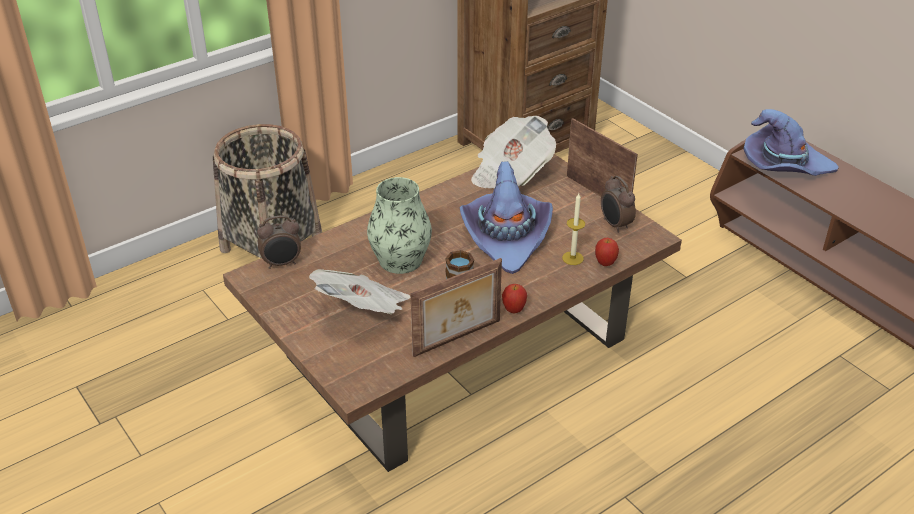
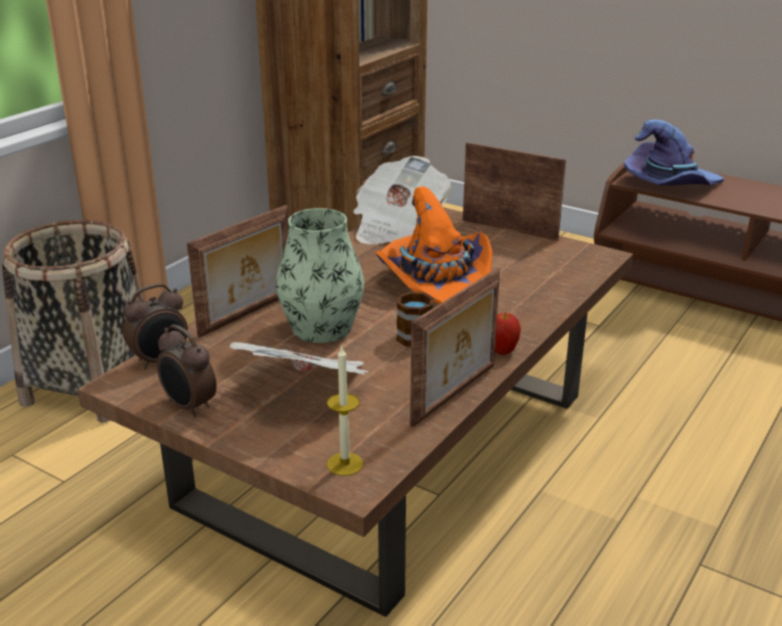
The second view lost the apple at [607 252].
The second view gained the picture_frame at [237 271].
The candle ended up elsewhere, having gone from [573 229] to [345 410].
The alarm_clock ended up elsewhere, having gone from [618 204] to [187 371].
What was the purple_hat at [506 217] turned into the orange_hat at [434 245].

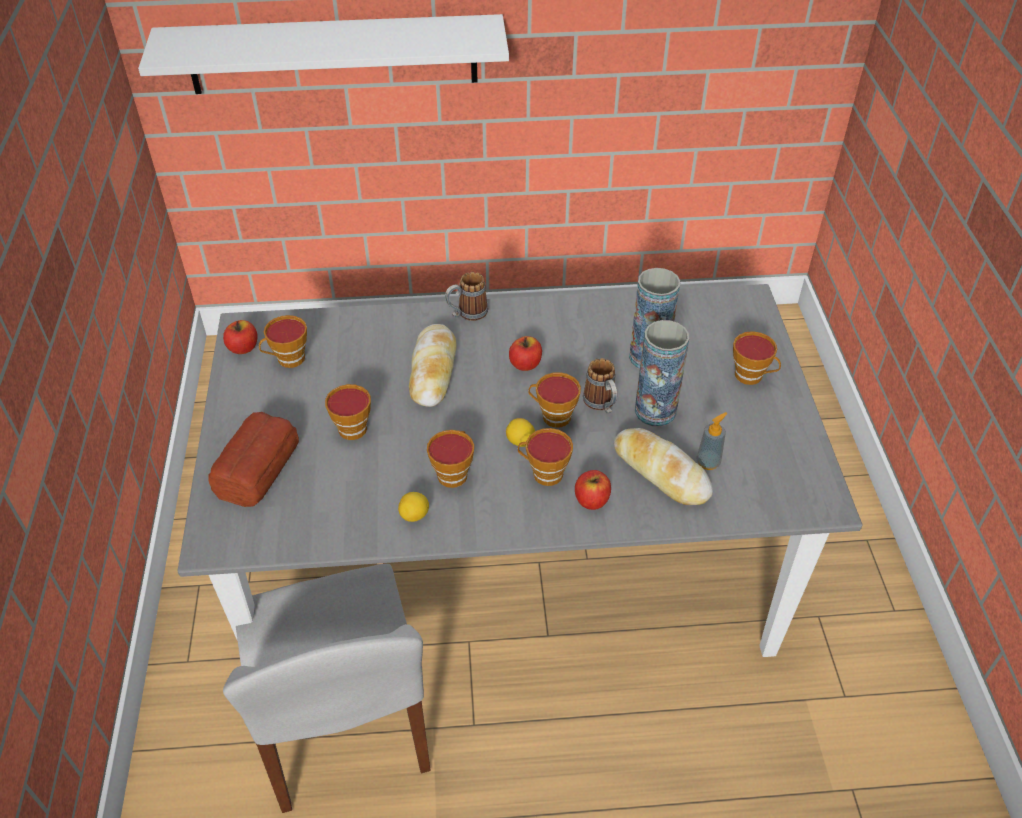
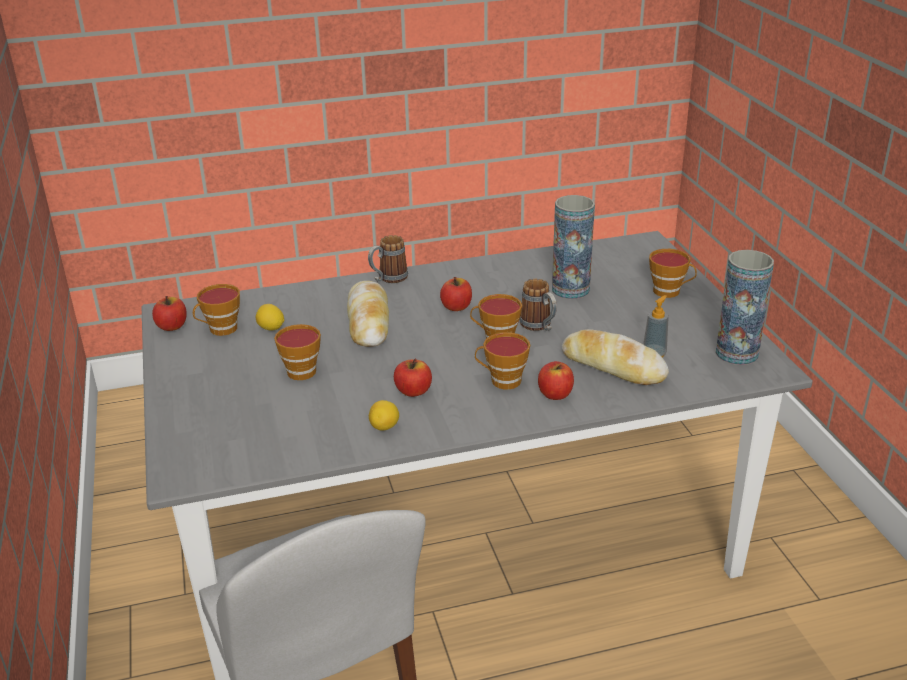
The second view lost the white_shelf at [323 54].
The second view lost the bread at [253 459].
The lemon ended up elsewhere, having gone from [520 432] to [270 317].
The vase ended up elsewhere, having gone from [662 373] to [745 307].
Where the cup stood at [450 459], the apple came to stand at [413 378].

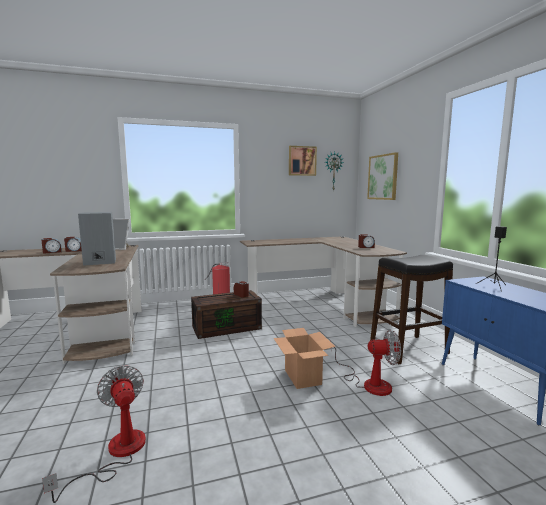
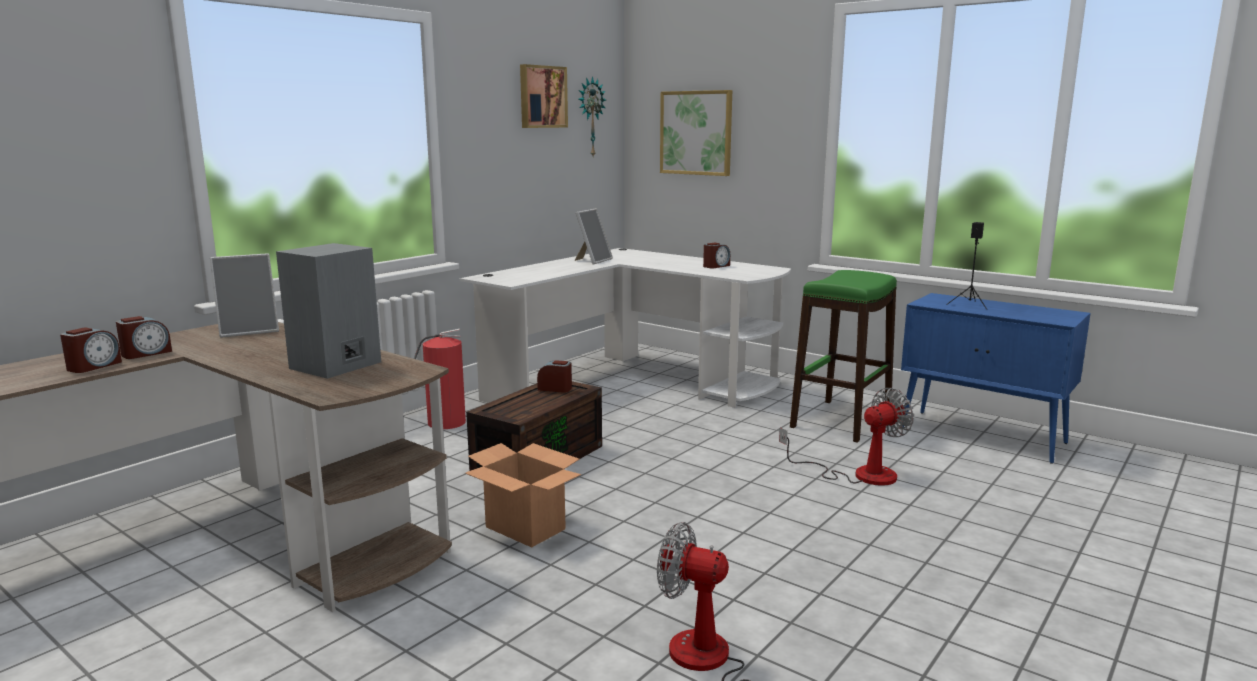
The second view gained the picture_frame at [594 236].
The cardboard_box ended up elsewhere, having gone from [304 358] to [523 495].
What was the brown_desk at [323 281] turned into the white_desk at [625 328].
What was the black_stool at [411 309] turned into the green_stool at [843 356].

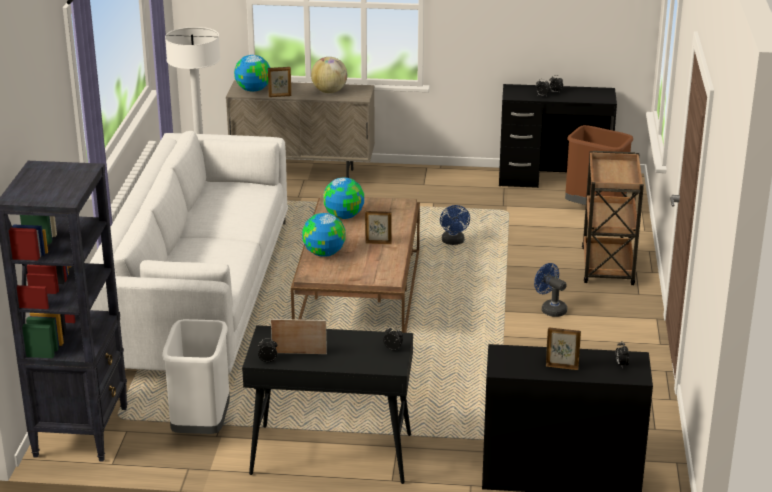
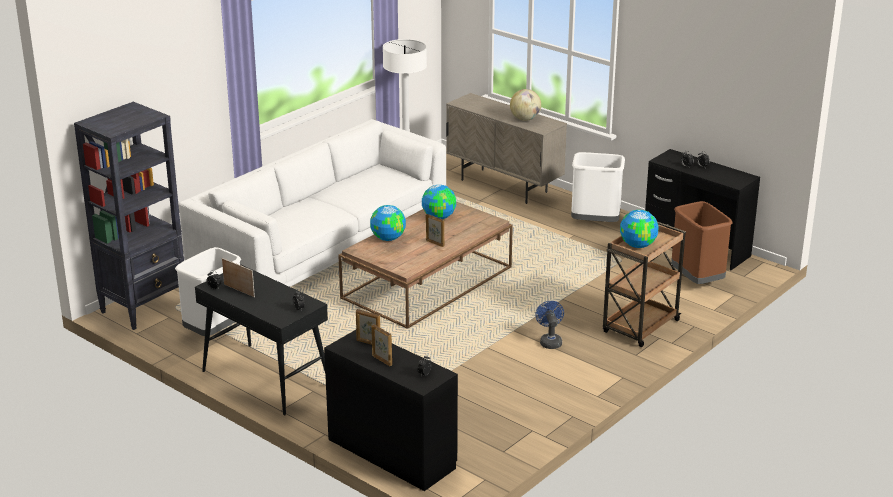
The second view lost the blue_fan at [455 225].
The second view gained the white_trash_can at [598 187].
The globe ended up elsewhere, having gone from [252 73] to [639 229].
The picture_frame ended up elsewhere, having gone from [279 82] to [368 327].

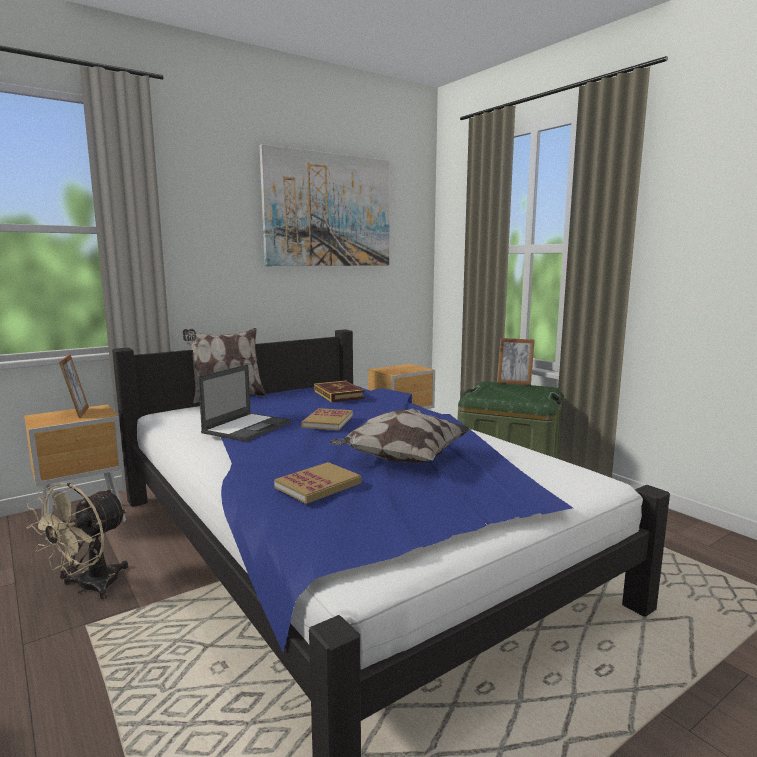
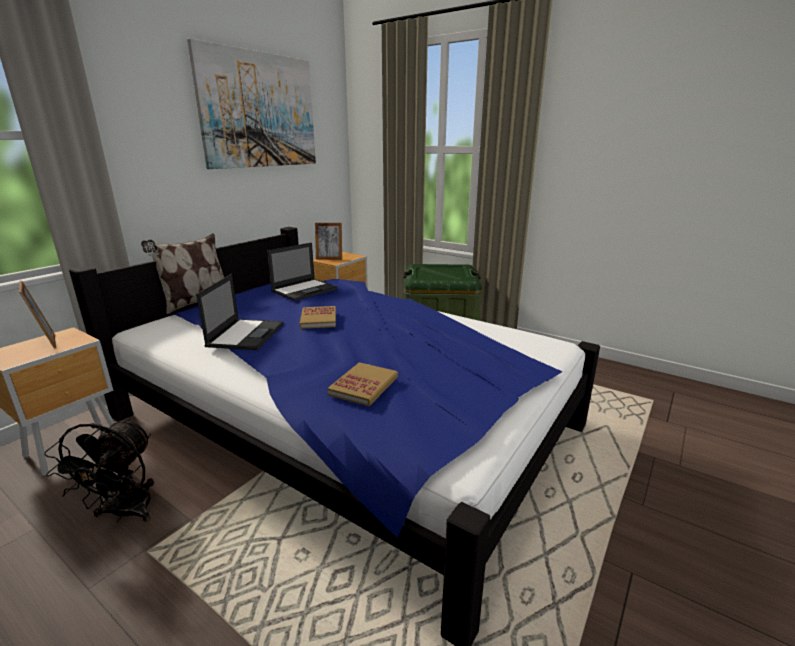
The second view lost the pillow at [399 436].
The picture_frame ended up elsewhere, having gone from [516 362] to [328 241].
Where the book stood at [339 391], the laptop came to stand at [302 271].
What was the beige_fan at [77 541] turned into the black_fan at [99 470].

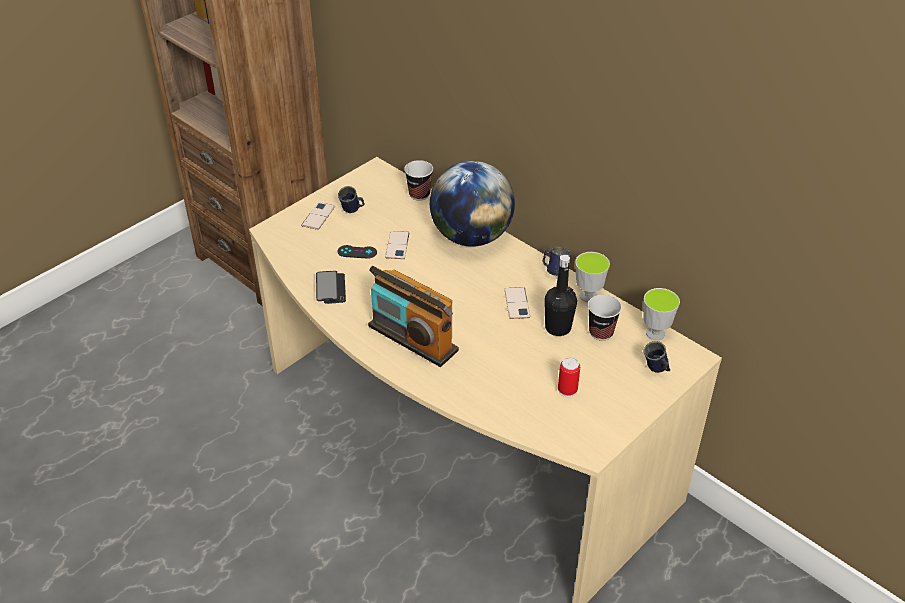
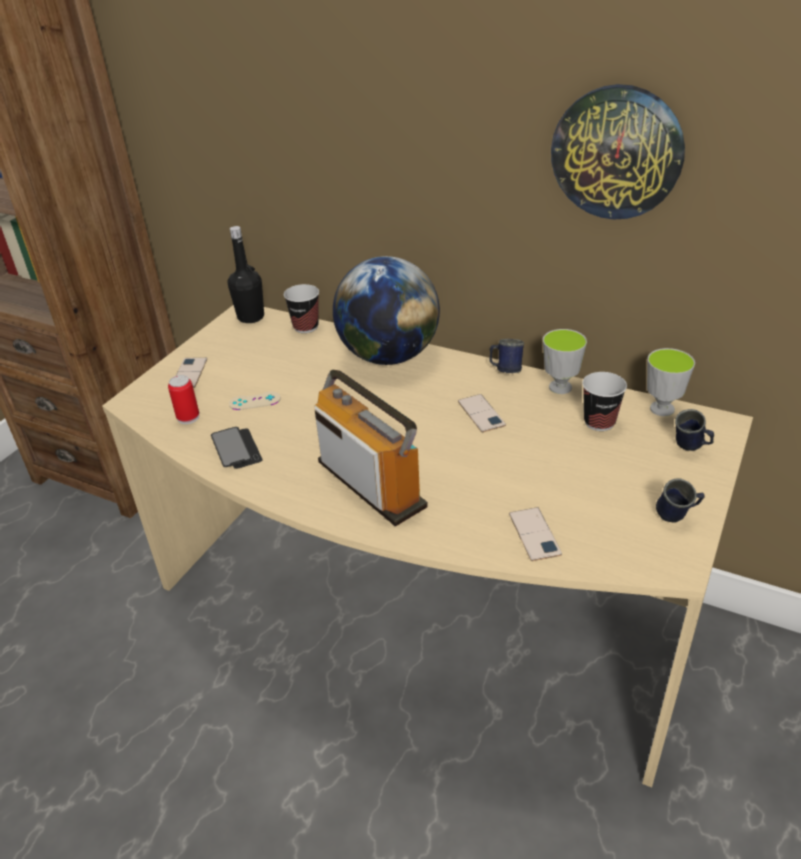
The second view gained the wall_clock at [618 151].
The blue_mug ended up elsewhere, having gone from [351 199] to [680 500].
The phone ended up elsewhere, having gone from [397 245] to [535 534].
The black_bottle ended up elsewhere, having gone from [560 295] to [246 274].
The can ended up elsewhere, having gone from [569 377] to [183 399].
What was the black_game_controller at [357 252] turned into the beige_game_controller at [255 400].
The radio at [413 316] ended up facing another way, 150 degrees counterclockwise from before.

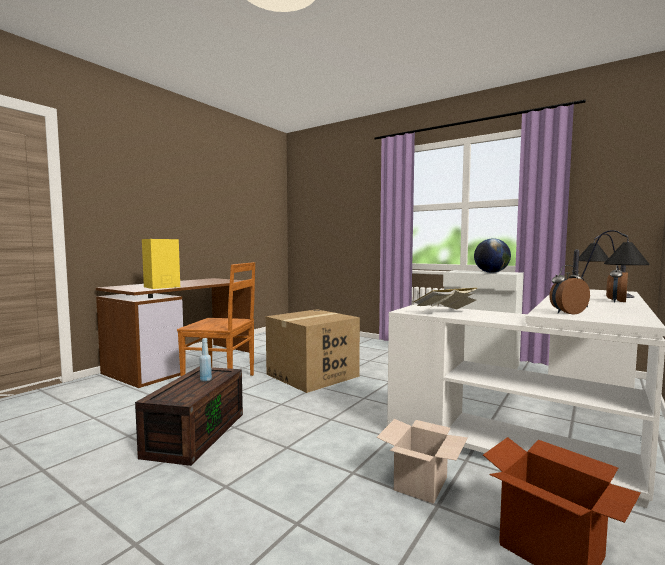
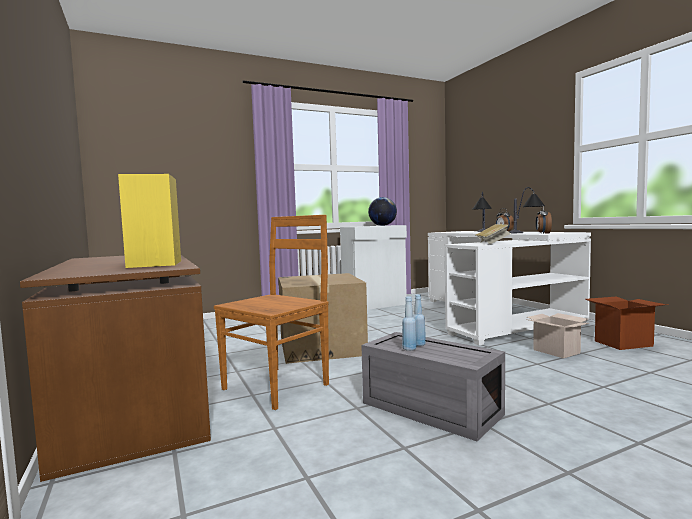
The second view gained the blue_bottle at [409 324].
What was the brown_storage_box at [189 416] turned into the grey_storage_box at [433 386].

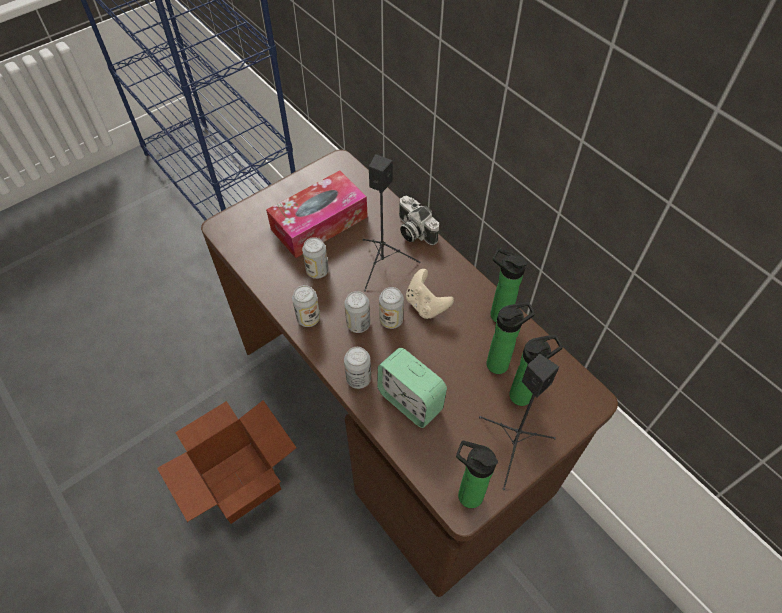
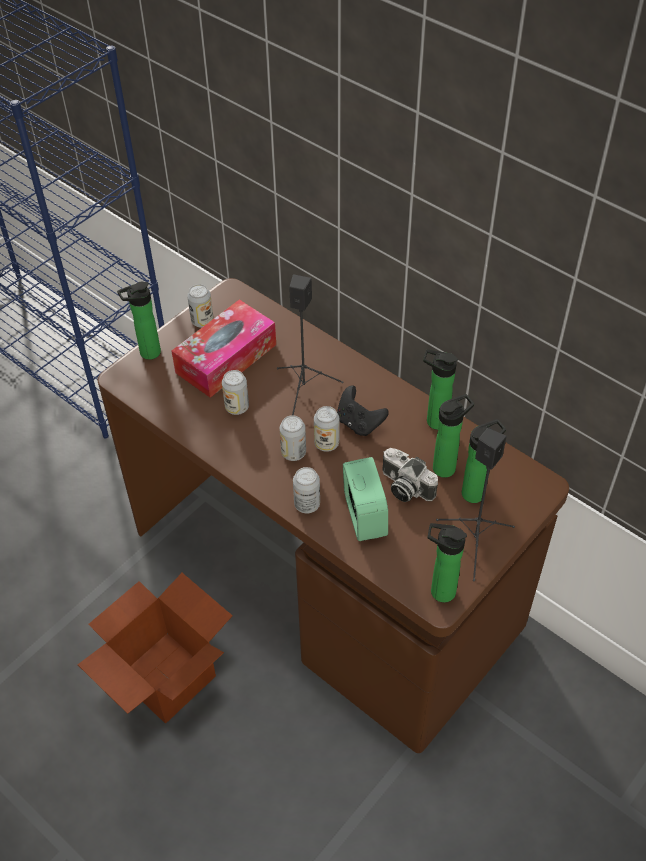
The second view gained the bottle at [139 321].
The can ended up elsewhere, having gone from [306 306] to [200 305].
The photo_camera ended up elsewhere, having gone from [419 220] to [410 475].
What was the beige_game_controller at [430 294] turned into the black_game_controller at [363 411].
The alarm_clock at [412 388] ended up facing another way, 135 degrees counterclockwise from before.

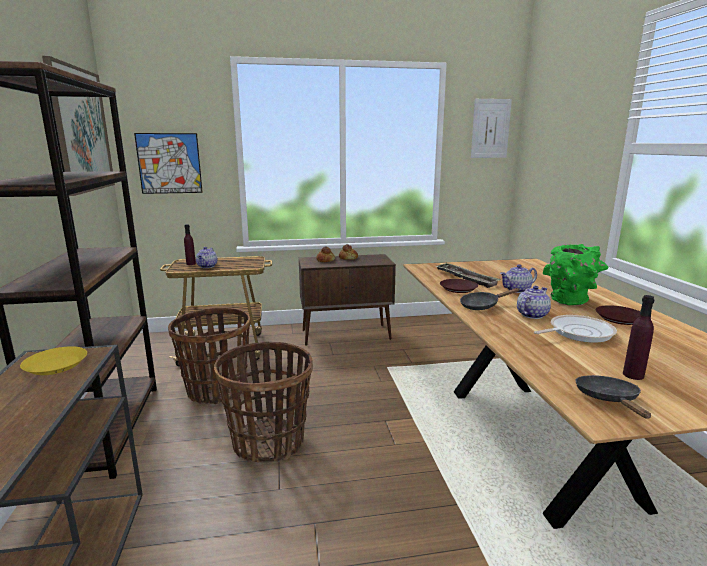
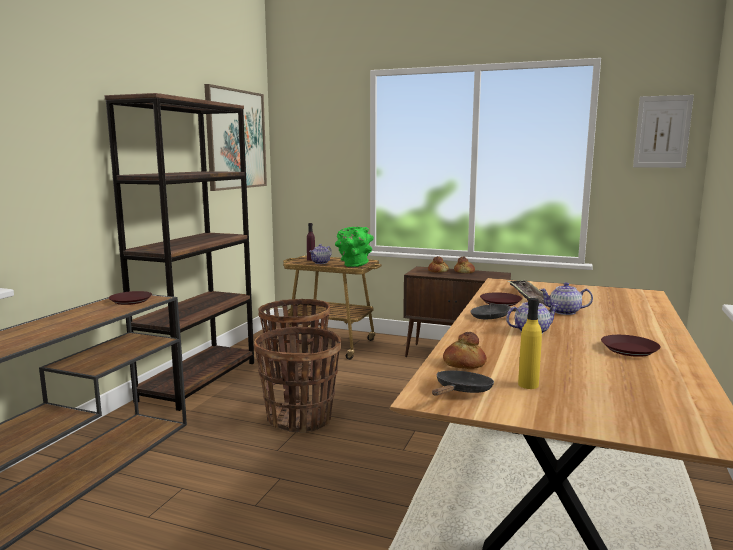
The second view lost the picture at [168 163].
The second view lost the frying_pan at [575 329].
The second view gained the bread at [465 350].
The green_vase ended up elsewhere, having gone from [575 274] to [354 247].
What was the yellow_plate at [53 360] turned into the brown_plate at [130 298].
What was the purple_bottle at [639 337] turned into the yellow_bottle at [530 343].

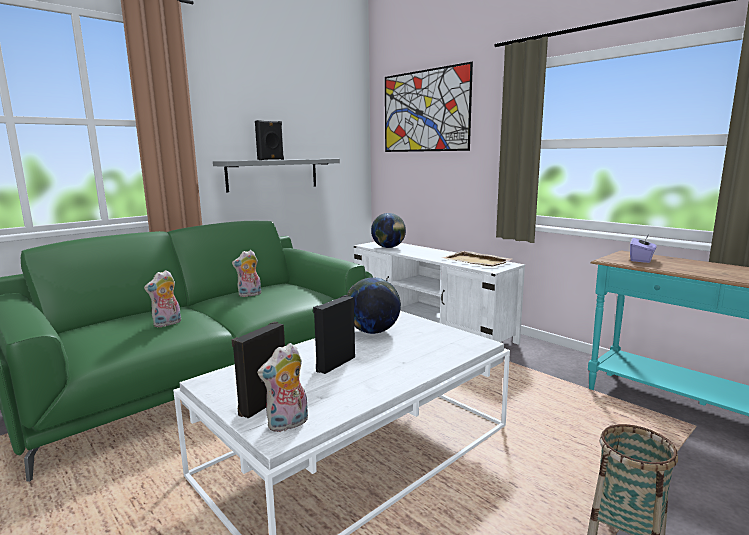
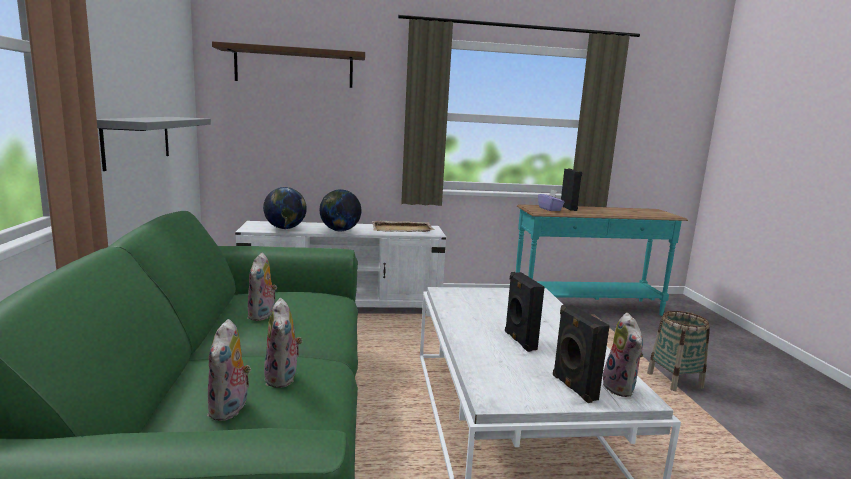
The second view gained the plush_toy at [229 370].
The black_speaker ended up elsewhere, having gone from [269 140] to [571 190].
The globe ended up elsewhere, having gone from [374 305] to [340 210].
Where the picture hung at [429 107], the brown_shelf came to hang at [288 64].

